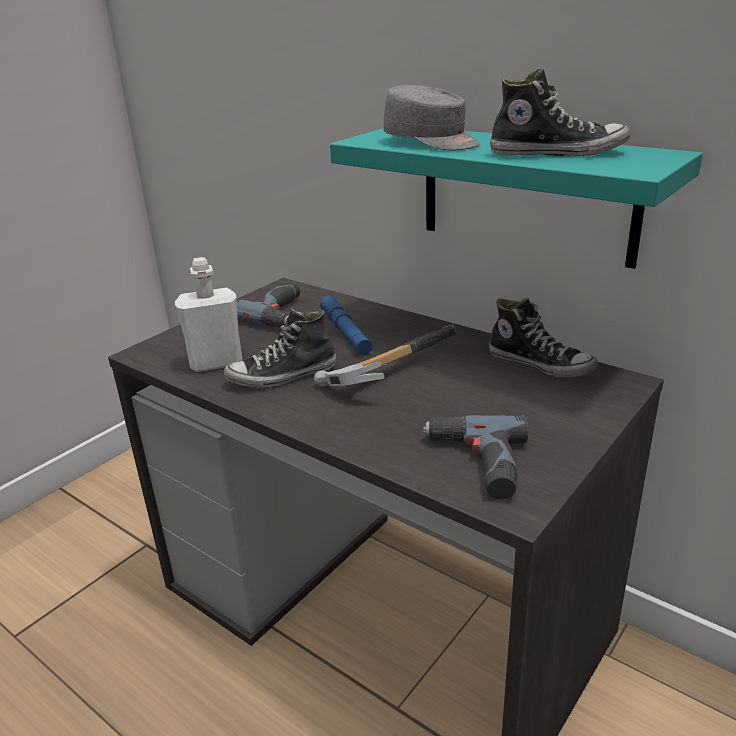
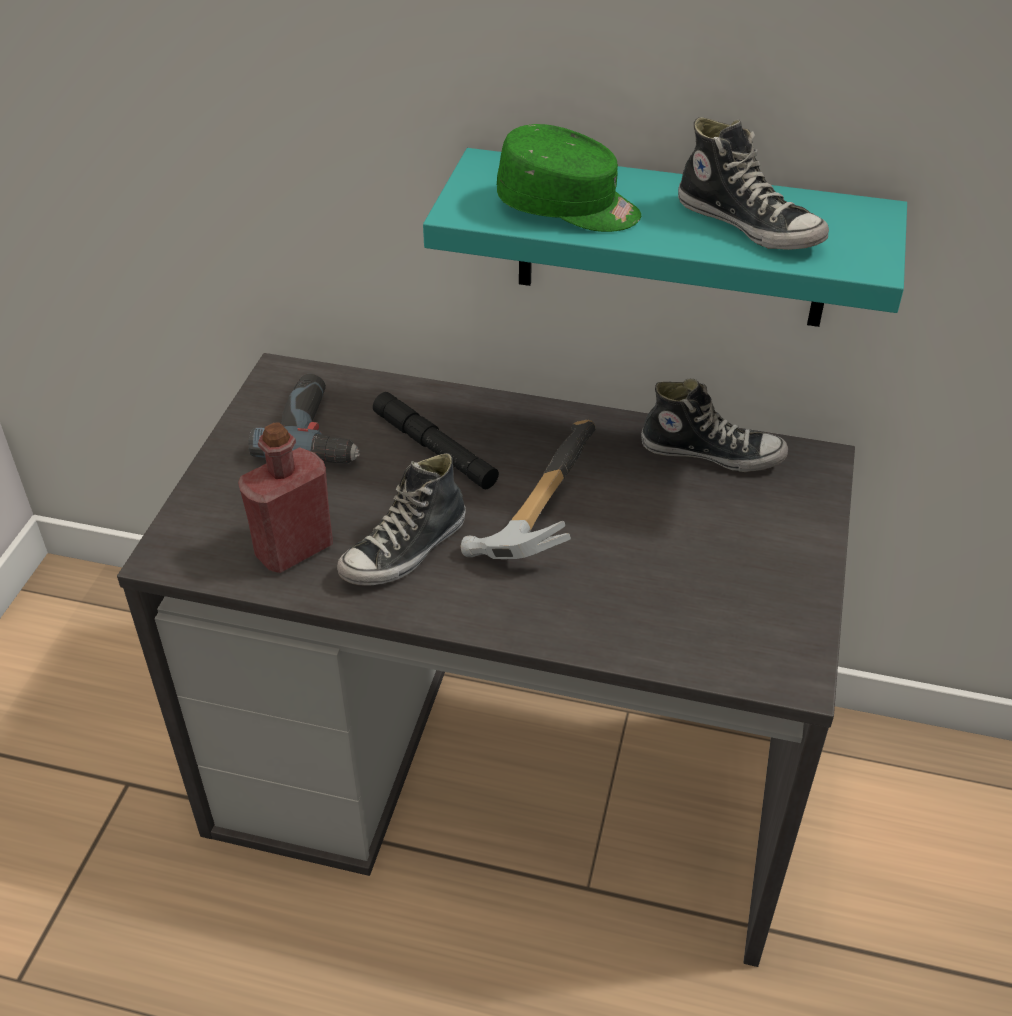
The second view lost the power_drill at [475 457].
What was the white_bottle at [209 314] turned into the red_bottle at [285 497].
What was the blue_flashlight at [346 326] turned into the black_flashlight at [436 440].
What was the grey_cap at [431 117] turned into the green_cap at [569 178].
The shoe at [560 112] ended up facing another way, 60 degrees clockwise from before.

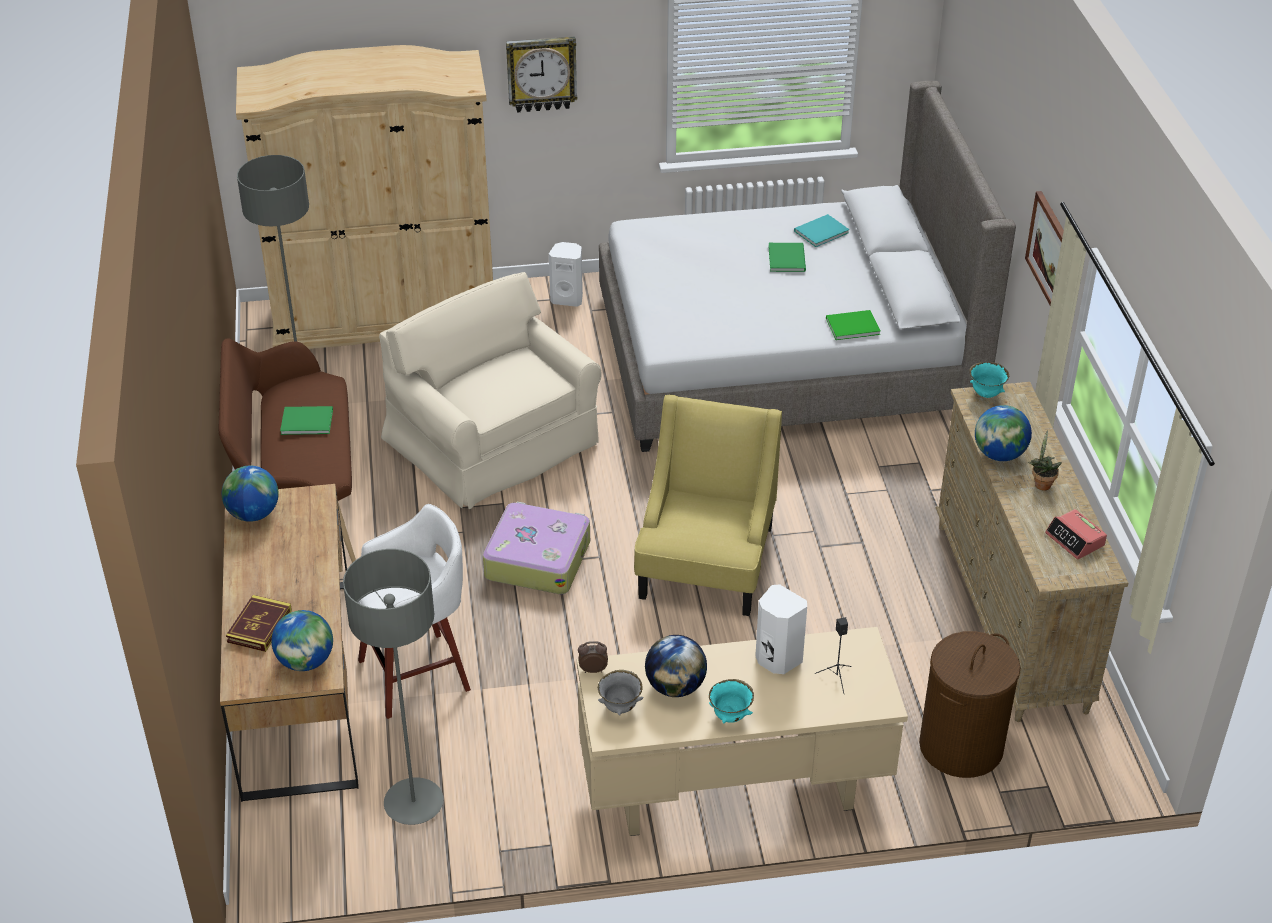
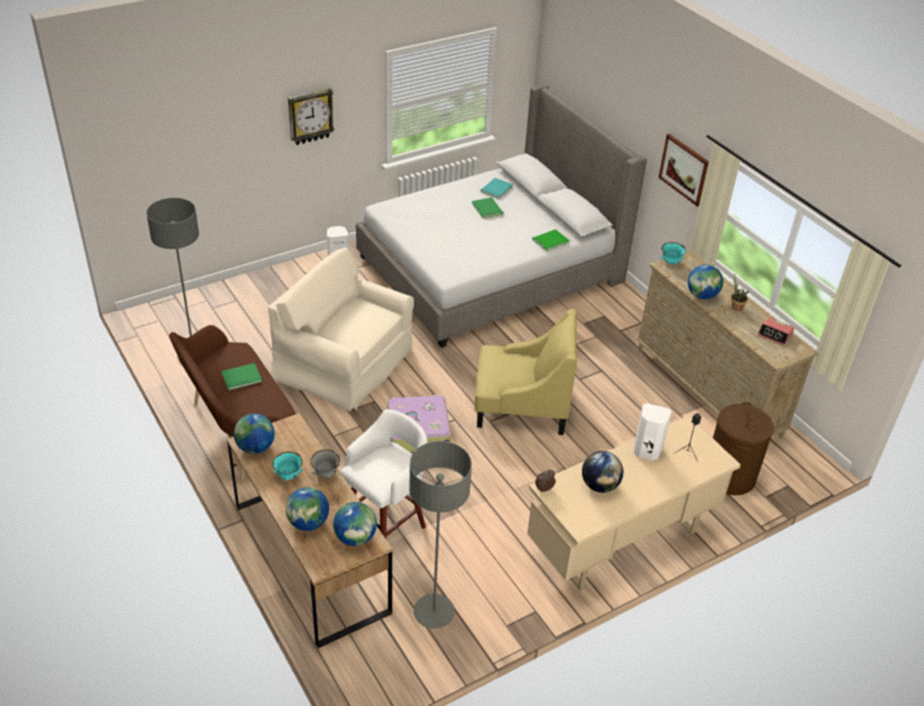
The second view lost the beige_wardrobe at [364 197].
The grey_bowl ended up elsewhere, having gone from [621 693] to [325 464].
The turquoise_bowl ended up elsewhere, having gone from [731 701] to [288 466].
Where the book stood at [259 623], the globe came to stand at [307 509].
The yellow_armchair at [708 505] ended up facing another way, 105 degrees clockwise from before.

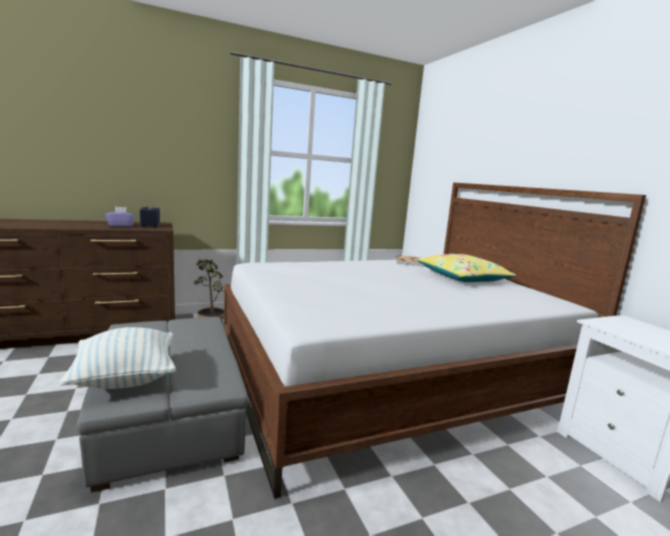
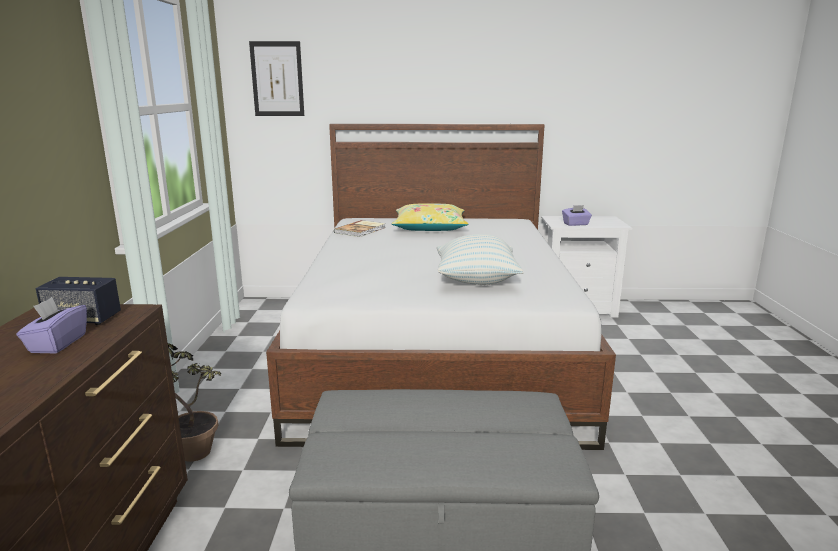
The second view gained the picture at [276 78].
The second view gained the purple_tissue_box at [577 215].
The pillow ended up elsewhere, having gone from [118 358] to [480 259].

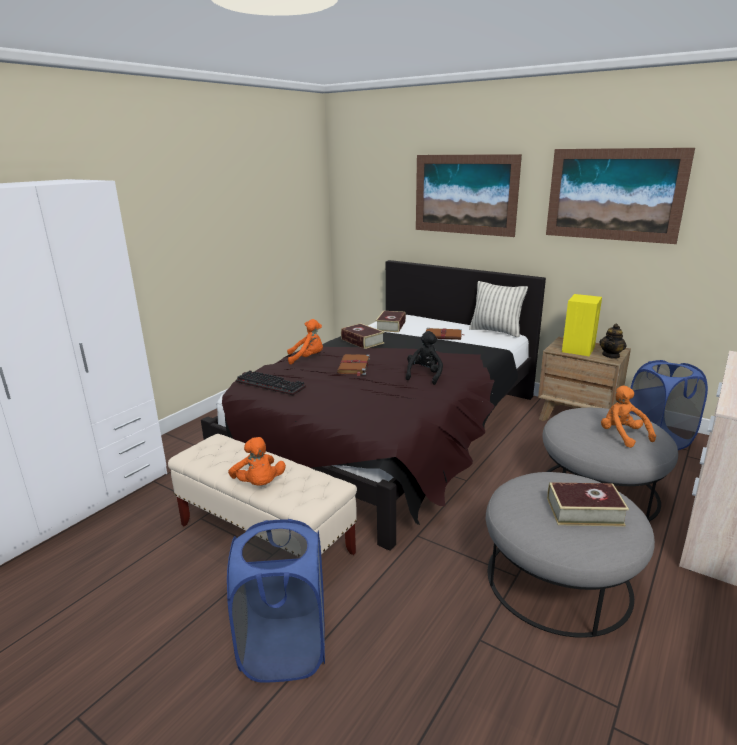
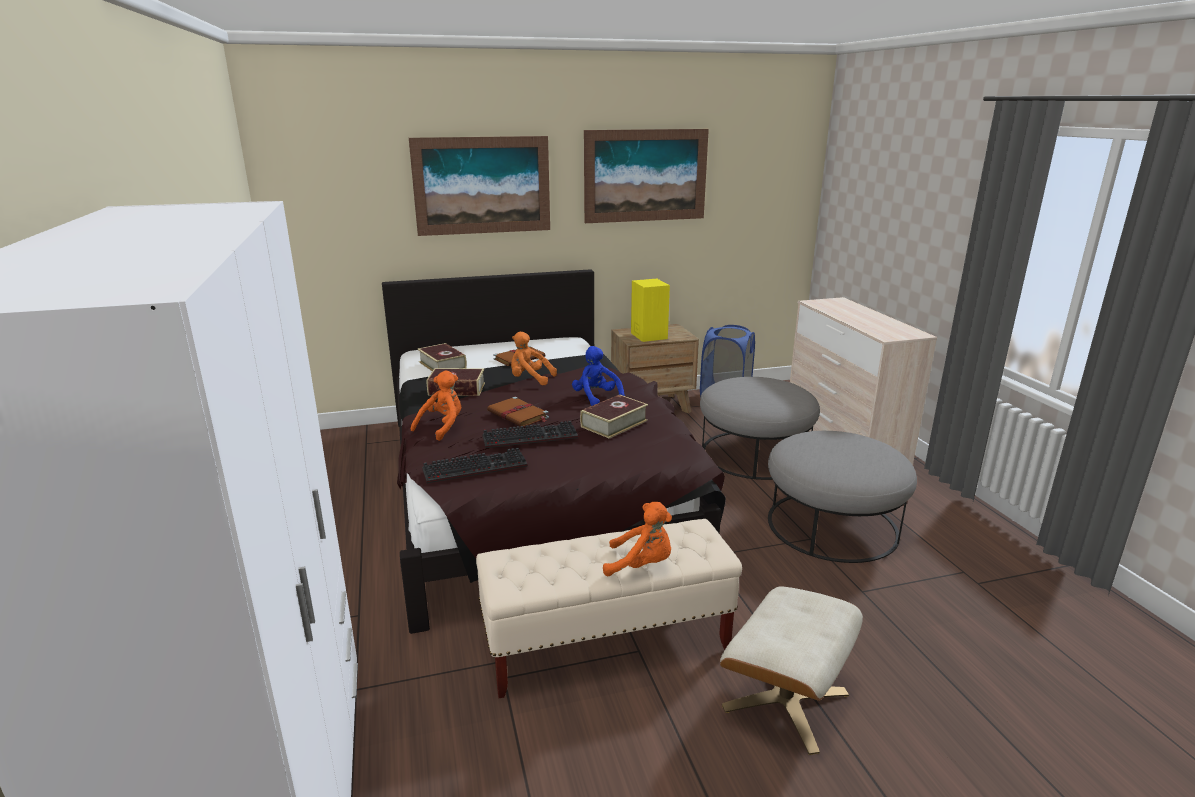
The second view lost the pillow at [498 309].
The second view lost the teapot at [613 341].
The second view gained the keyboard at [530 434].
The book ended up elsewhere, having gone from [588 504] to [614 417].
The orange_plush_toy ended up elsewhere, having gone from [628 416] to [534 358].
Where the blue_laundry_basket stood at [276 600], the beige_ottoman came to stand at [791 670].
What was the black_plush_toy at [424 358] turned into the blue_plush_toy at [598 376].

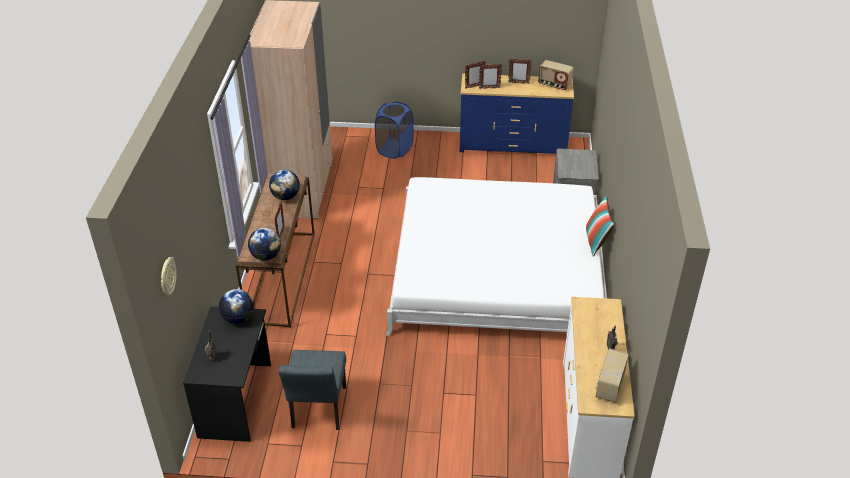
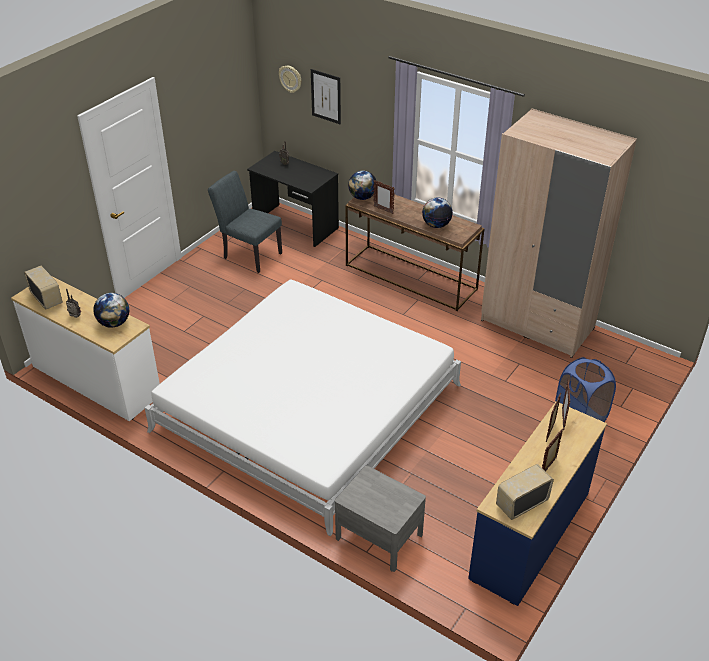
The second view lost the pillow at [600 226].
The second view gained the picture at [326 96].
The globe ended up elsewhere, having gone from [236 306] to [111 310].

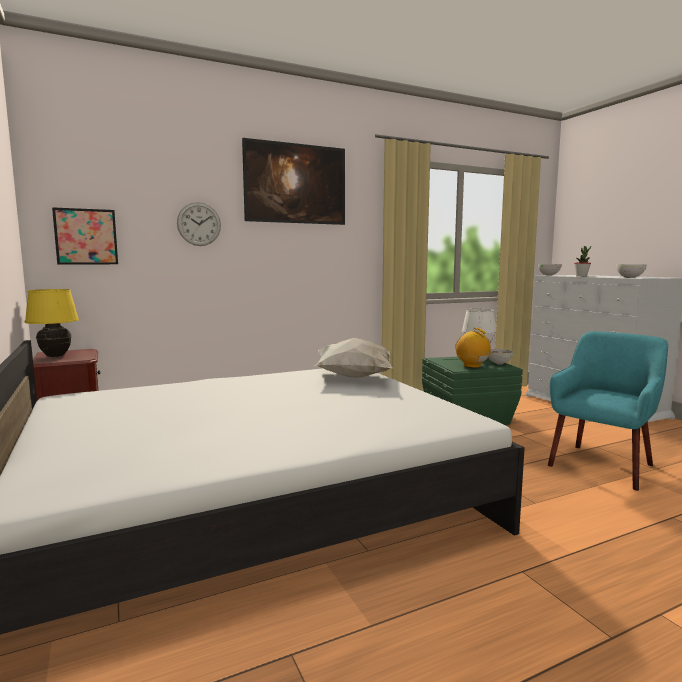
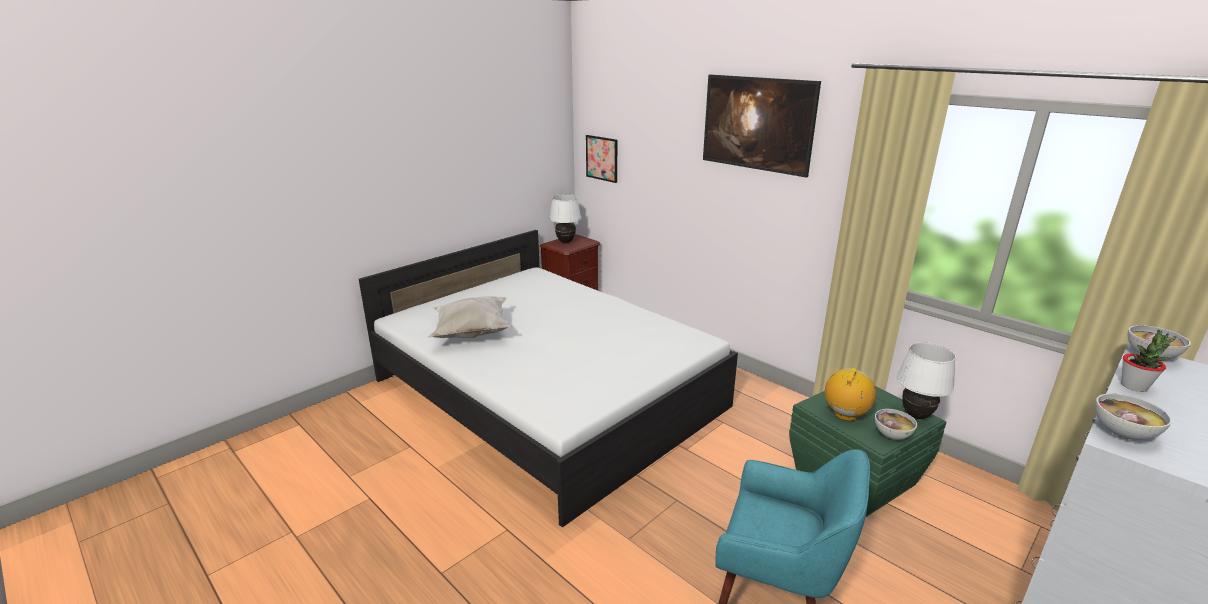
The second view lost the wall_clock at [199 224].
The white_pillow ended up elsewhere, having gone from [353 358] to [470 317].
What was the yellow_table_lamp at [52 323] turned into the white_table_lamp at [565 218].

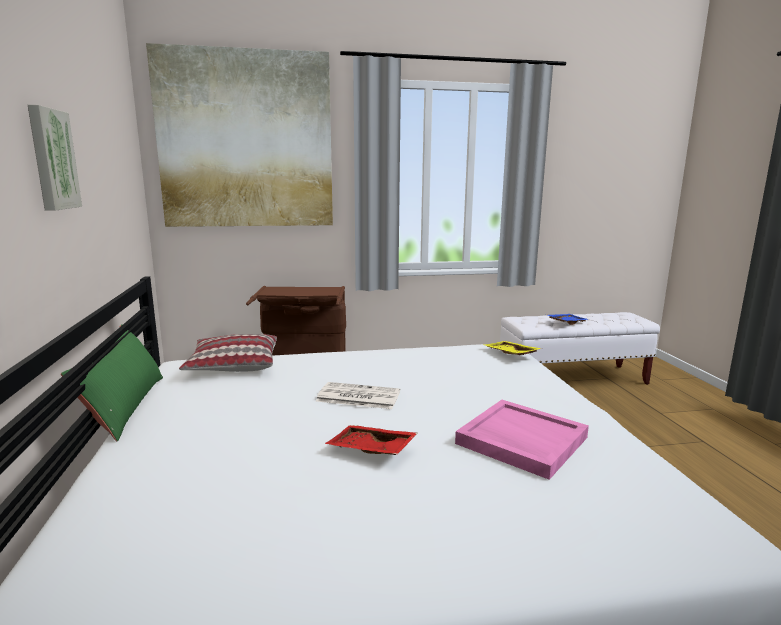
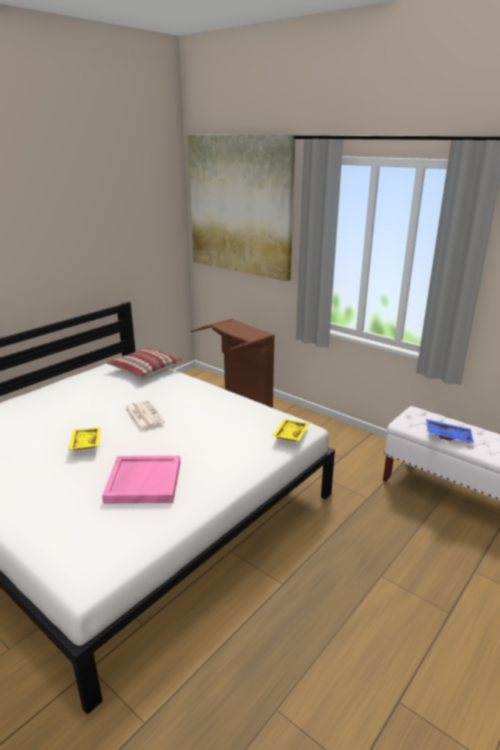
The second view lost the picture at [55 158].
The second view lost the green_pillow at [112 382].
What was the red_tray at [371 440] turned into the yellow_tray at [85 438].

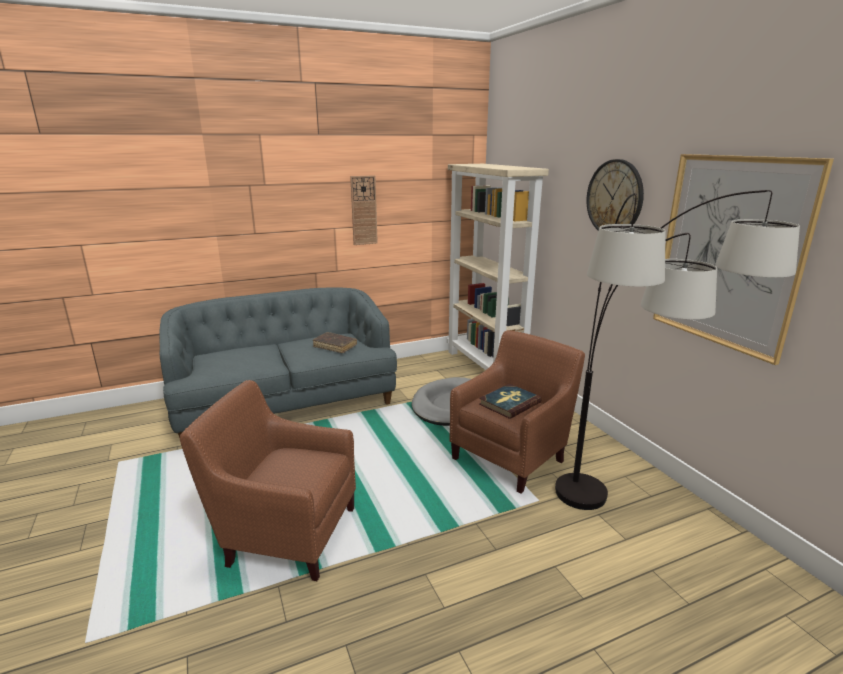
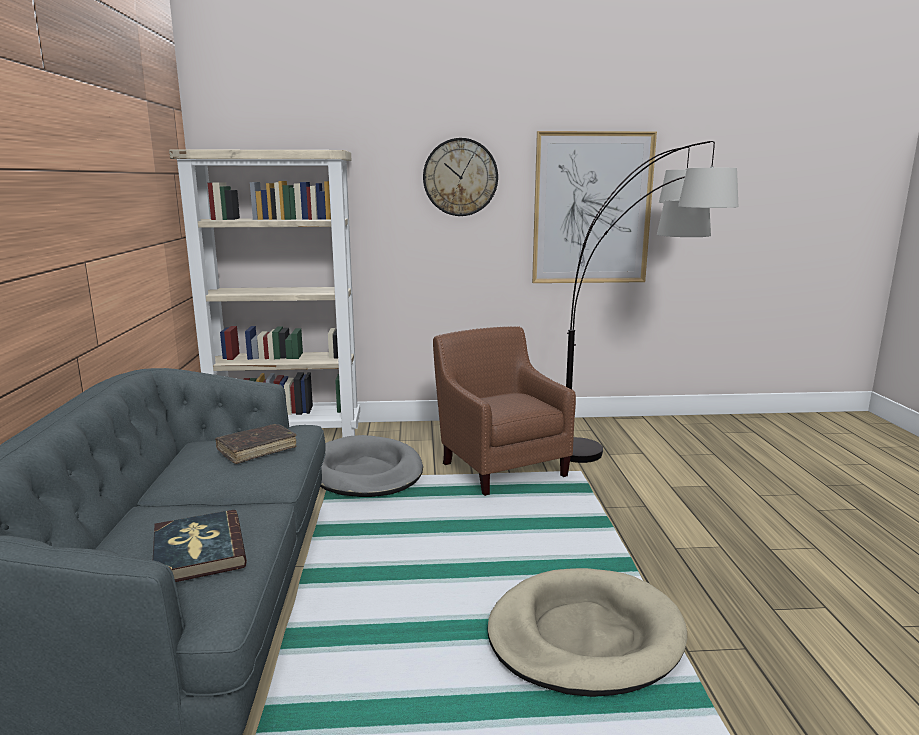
The second view lost the wall_clock at [364 210].
The book ended up elsewhere, having gone from [510 401] to [200 546].
Where the brown_armchair stood at [268 480], the beige_dog_bed came to stand at [587 632].

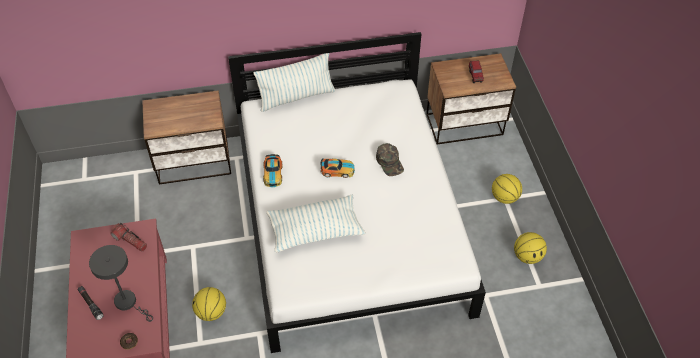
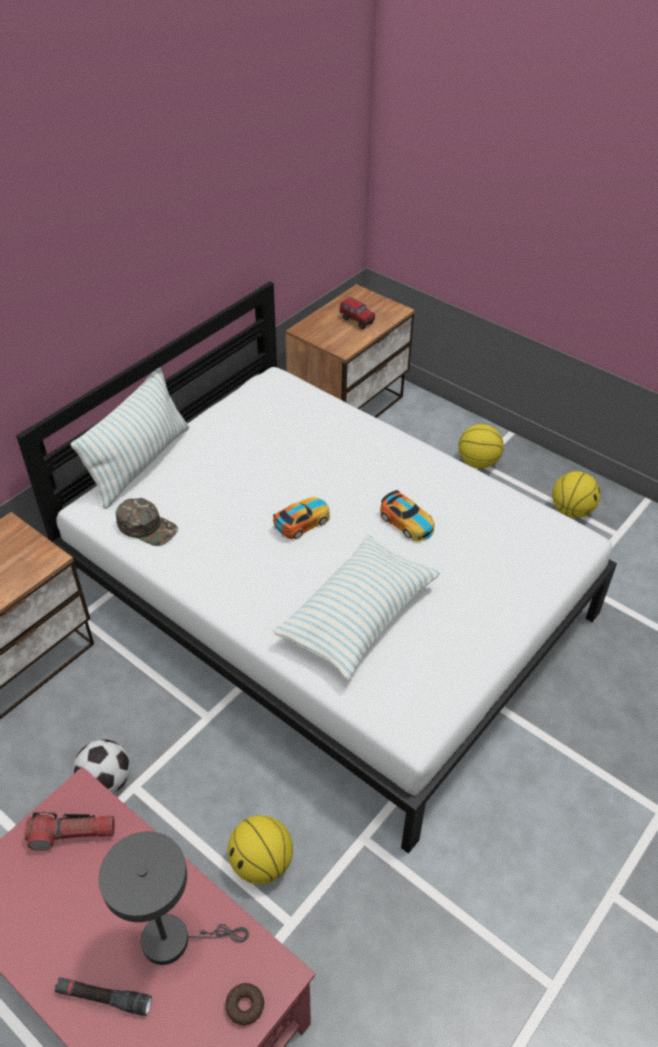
The second view gained the football at [101 766].
The toy_car ended up elsewhere, having gone from [272 170] to [407 516].
The green_cap ended up elsewhere, having gone from [390 159] to [146 522].

